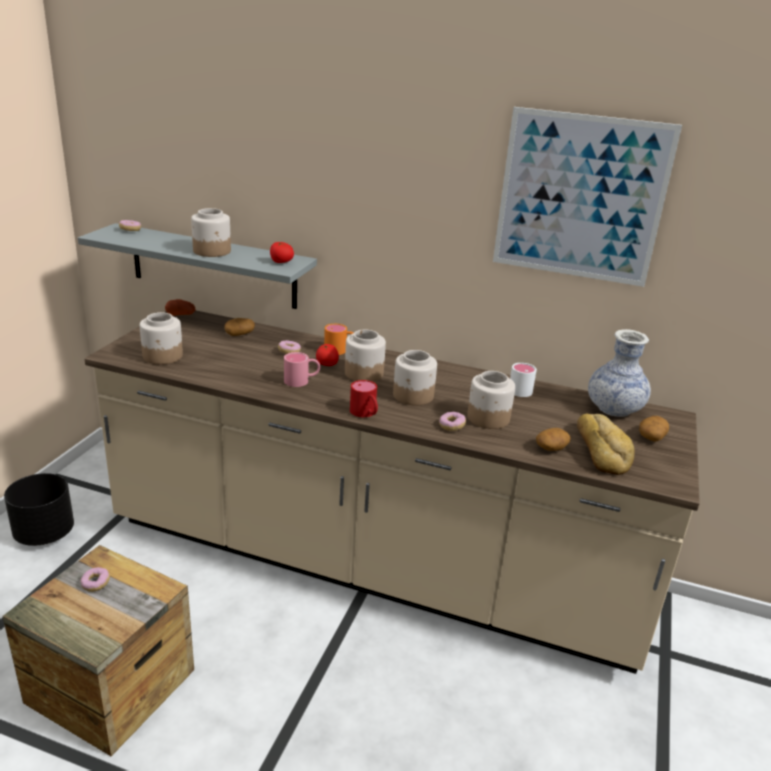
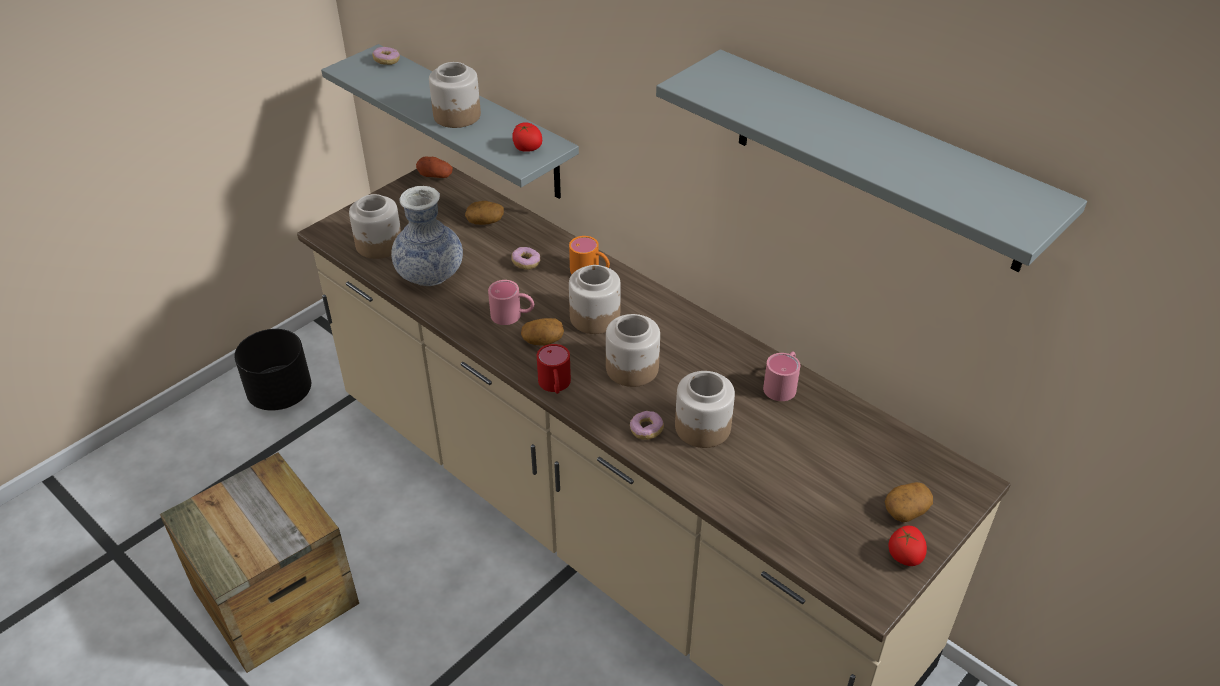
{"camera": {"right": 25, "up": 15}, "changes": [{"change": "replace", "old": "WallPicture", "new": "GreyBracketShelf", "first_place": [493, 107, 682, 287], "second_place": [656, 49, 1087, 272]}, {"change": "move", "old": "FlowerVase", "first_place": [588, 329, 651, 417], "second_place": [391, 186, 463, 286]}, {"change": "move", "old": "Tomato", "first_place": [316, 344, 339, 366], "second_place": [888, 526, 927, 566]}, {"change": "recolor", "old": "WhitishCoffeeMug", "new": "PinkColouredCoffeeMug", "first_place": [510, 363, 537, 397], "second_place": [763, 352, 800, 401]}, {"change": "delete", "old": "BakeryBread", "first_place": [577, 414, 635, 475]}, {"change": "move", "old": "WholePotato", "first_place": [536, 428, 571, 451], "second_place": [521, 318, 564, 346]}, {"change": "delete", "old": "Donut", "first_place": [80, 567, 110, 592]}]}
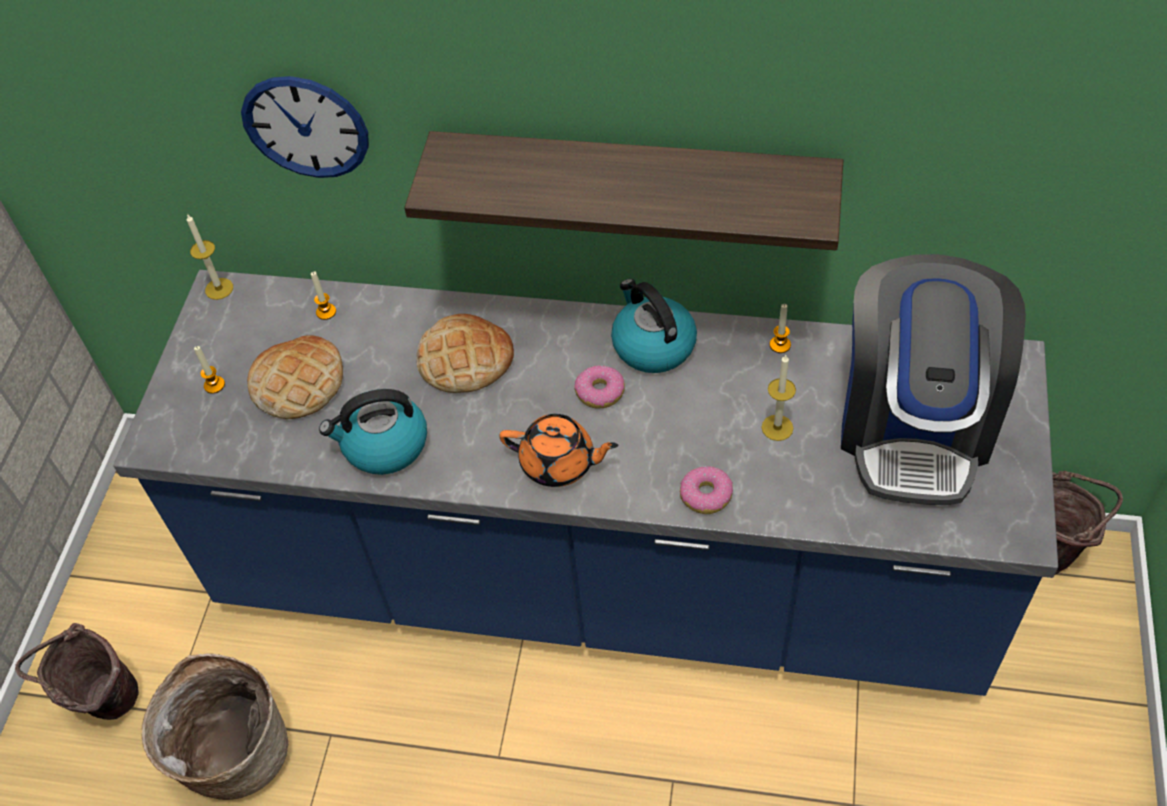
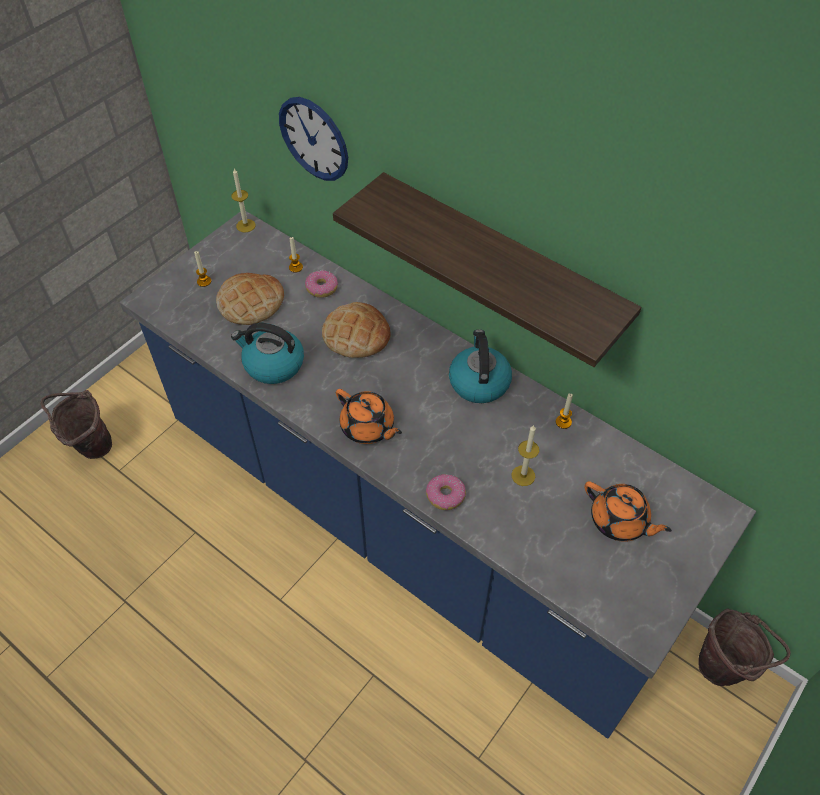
{"camera": {"right": 25, "up": 0}, "changes": [{"change": "replace", "old": "CoffeeMachine", "new": "OrangeColouredPotForTea", "first_place": [841, 254, 1026, 505], "second_place": [584, 481, 672, 542]}, {"change": "move", "old": "Donut", "first_place": [574, 365, 625, 409], "second_place": [305, 270, 338, 298]}, {"change": "delete", "old": "Basket", "first_place": [142, 654, 288, 800]}]}
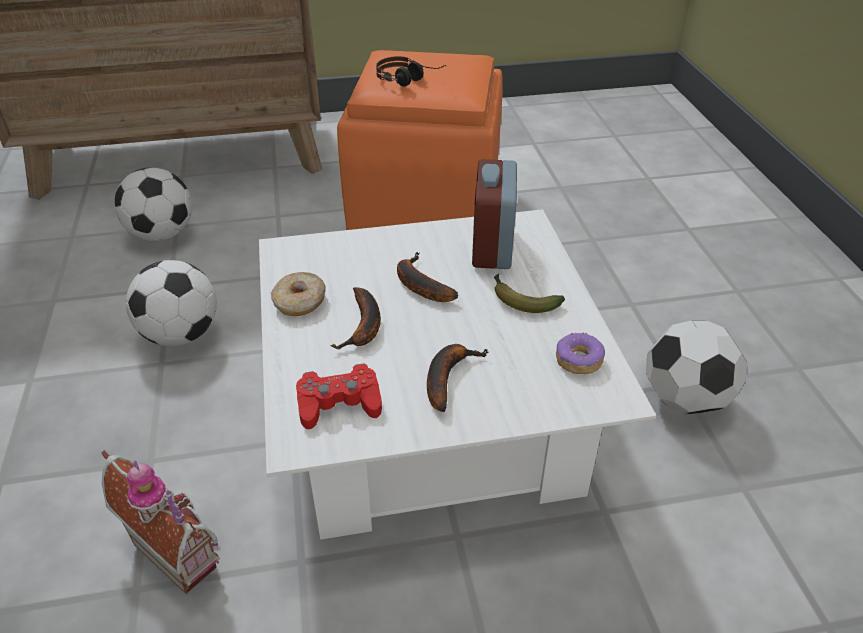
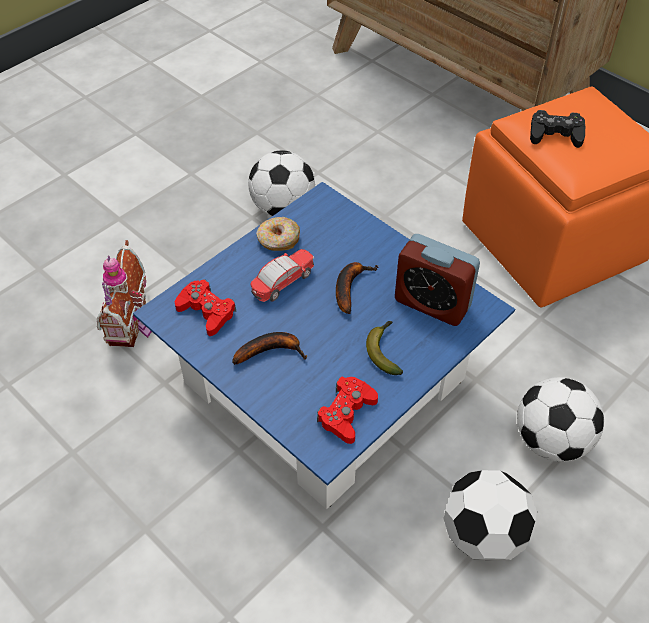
{"camera": {"right": 55, "up": 10}, "changes": [{"change": "replace", "old": "Headphones", "new": "BlackJoypad", "first_place": [376, 56, 447, 86], "second_place": [530, 110, 586, 148]}, {"change": "rotate", "old": "TableClock", "first_place": [472, 159, 517, 269], "second_place": [395, 234, 480, 326], "degrees": -120}, {"change": "move", "old": "BallForFootball", "first_place": [114, 167, 192, 241], "second_place": [517, 377, 604, 462]}, {"change": "recolor", "old": "WhitishCoffeeTable", "new": "BluishCoffeeTable", "first_place": [259, 209, 657, 540], "second_place": [133, 182, 515, 509]}, {"change": "replace", "old": "BananaFruit", "new": "ToyCar", "first_place": [331, 287, 381, 349], "second_place": [250, 249, 314, 302]}, {"change": "replace", "old": "Donut", "new": "RedColouredJoypad", "first_place": [556, 332, 605, 374], "second_place": [317, 377, 378, 444]}]}
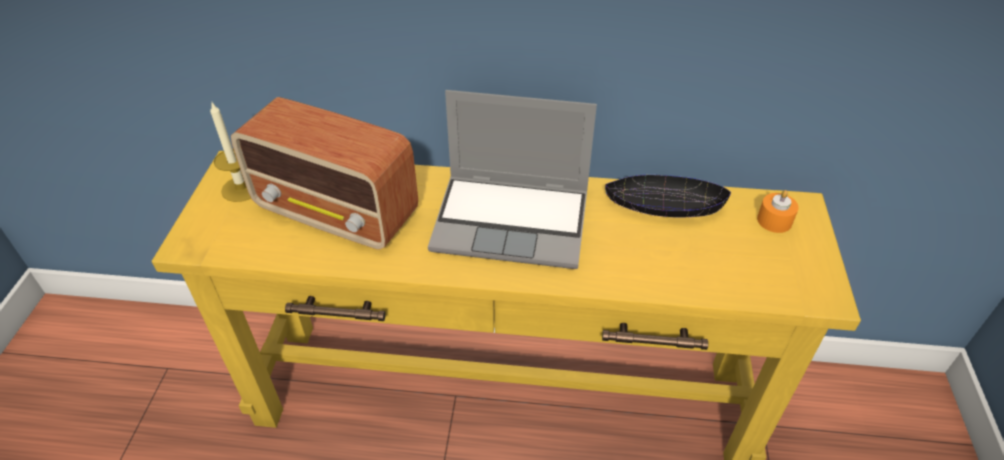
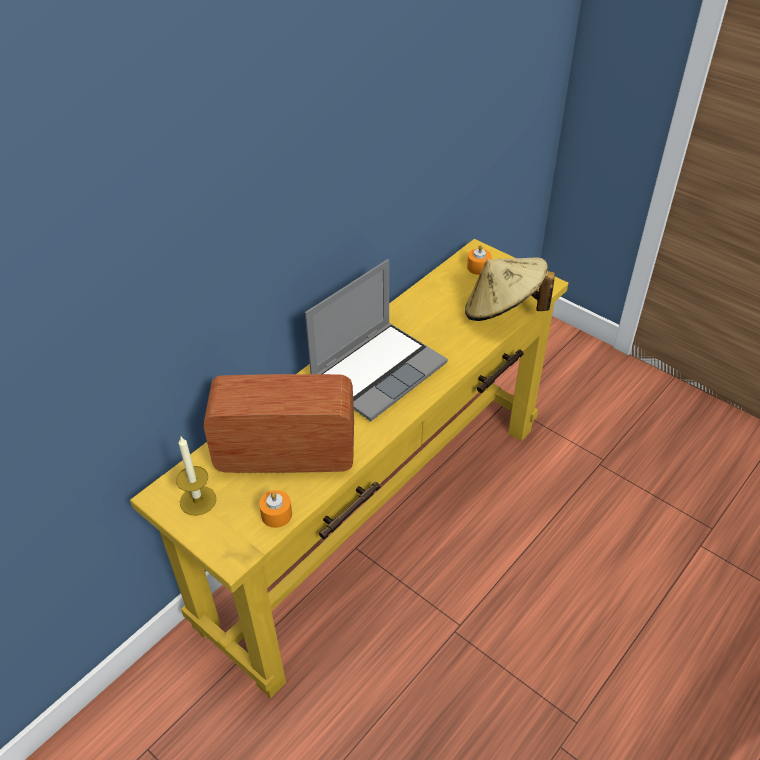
{"camera": {"right": -55, "up": 0}, "changes": [{"change": "rotate", "old": "Radio", "first_place": [231, 97, 418, 249], "second_place": [204, 374, 354, 473], "degrees": -150}, {"change": "delete", "old": "BlackDeepDish", "first_place": [605, 175, 731, 218]}, {"change": "insert", "new": "BeigeColouredHat", "second_place": [465, 257, 555, 321]}, {"change": "insert", "new": "OrangeColouredWaxCandle", "second_place": [259, 490, 292, 528]}]}
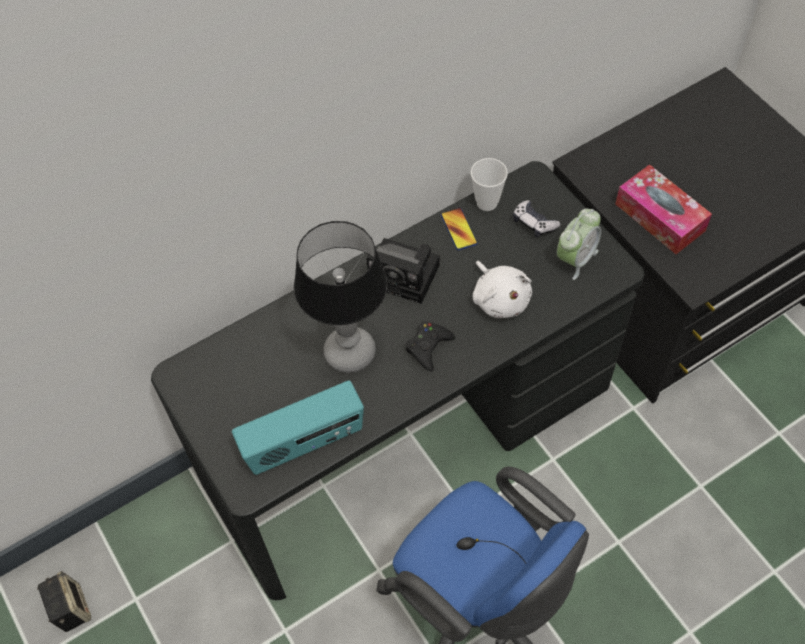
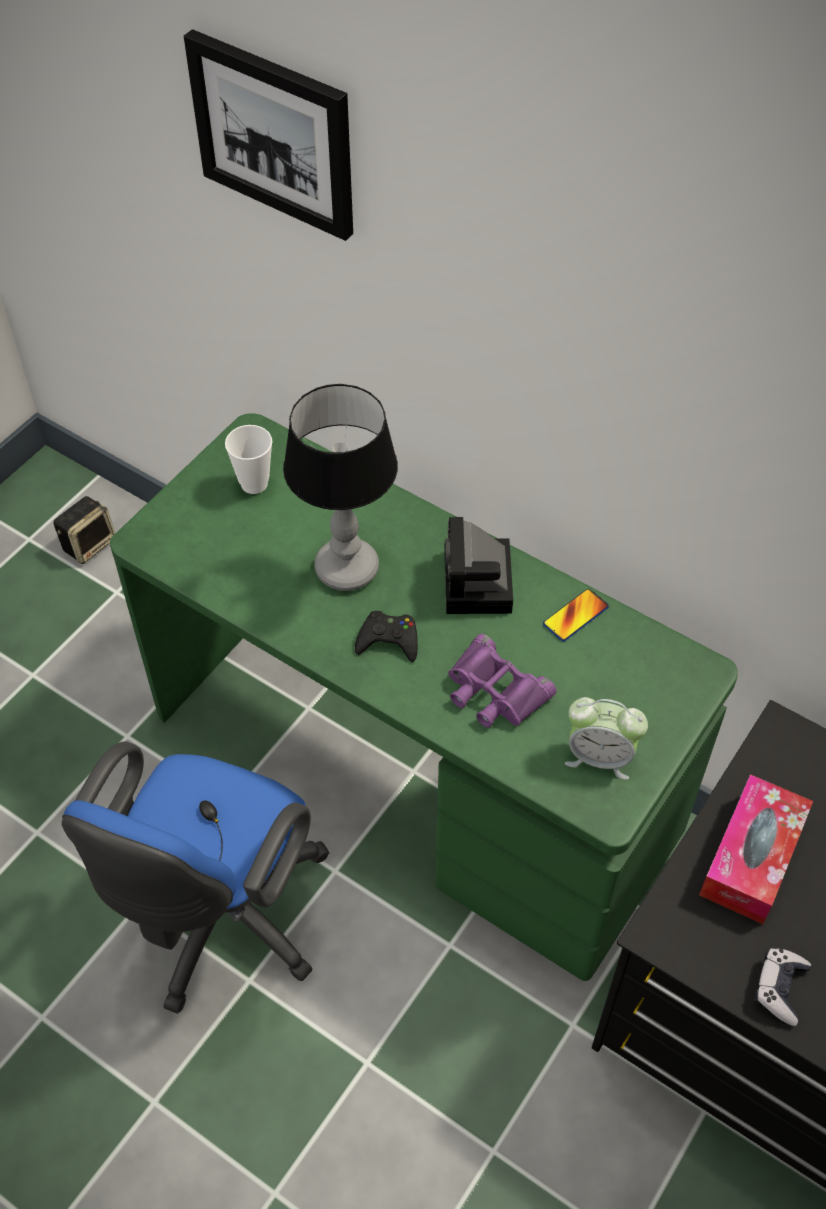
{"camera": {"right": 65, "up": -5}, "changes": [{"change": "move", "old": "SmallCup", "first_place": [471, 158, 508, 211], "second_place": [225, 425, 272, 494]}, {"change": "recolor", "old": "BlackDeskUnit", "new": "GreenishDeskUnit", "first_place": [151, 161, 644, 600], "second_place": [110, 413, 738, 981]}, {"change": "move", "old": "Joypad", "first_place": [513, 200, 561, 237], "second_place": [754, 949, 811, 1026]}, {"change": "replace", "old": "WhitishCuddlyToy", "new": "PurplishFieldGlasses", "first_place": [473, 261, 532, 318], "second_place": [448, 634, 556, 728]}, {"change": "delete", "old": "Radio", "first_place": [232, 380, 364, 475]}, {"change": "insert", "new": "WallPicture", "second_place": [184, 29, 353, 241]}]}
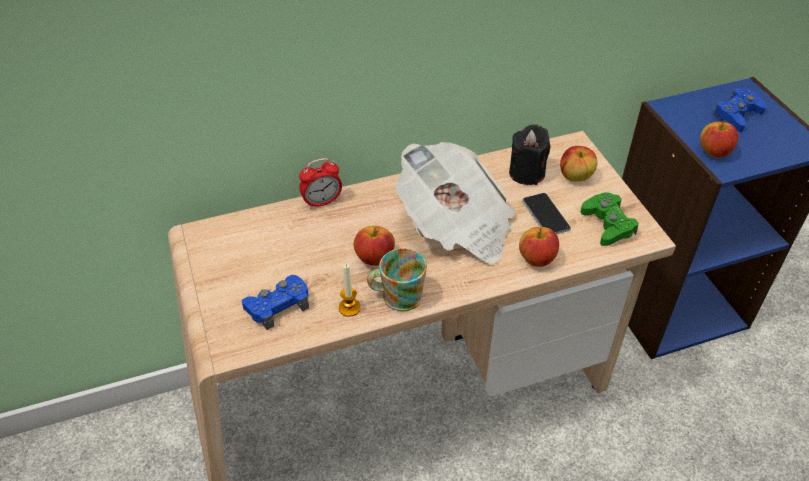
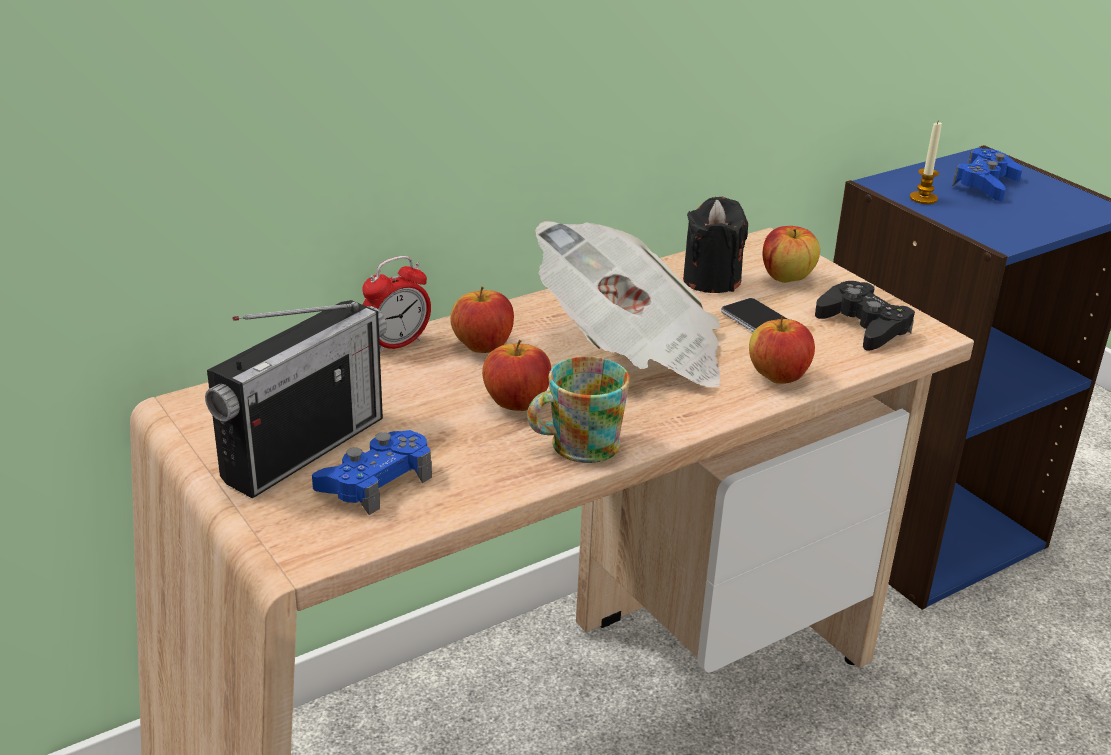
{"camera": {"right": -15, "up": -15}, "changes": [{"change": "move", "old": "AppleFruit", "first_place": [700, 121, 738, 158], "second_place": [450, 286, 514, 353]}, {"change": "recolor", "old": "GreenishJoypad", "new": "BlackJoypad", "first_place": [581, 192, 639, 246], "second_place": [815, 281, 915, 351]}, {"change": "move", "old": "WaxCandle", "first_place": [339, 264, 361, 317], "second_place": [910, 122, 942, 204]}, {"change": "insert", "new": "Radio", "second_place": [205, 300, 387, 498]}]}
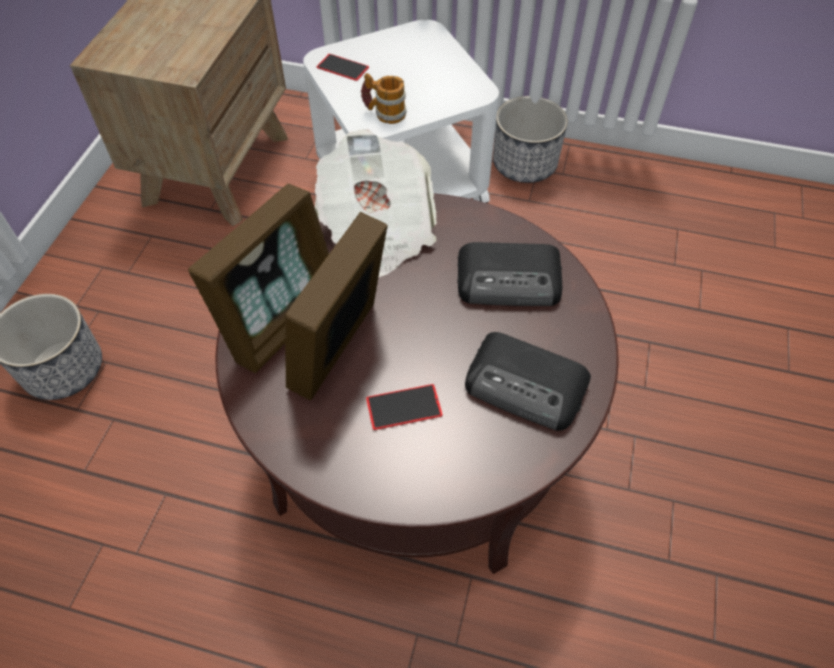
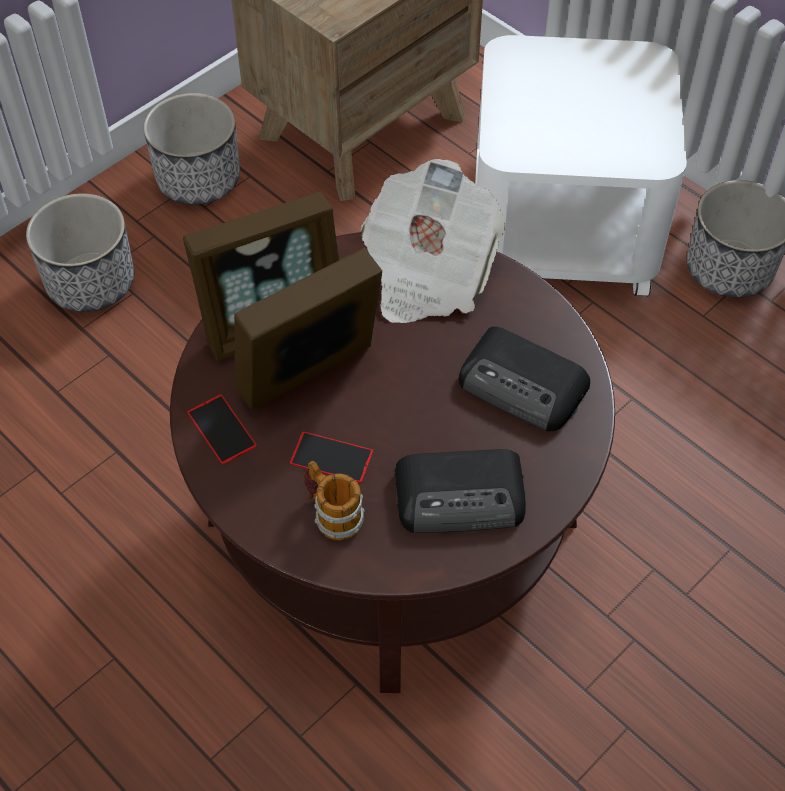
{"camera": {"right": 30, "up": 0}, "changes": [{"change": "move", "old": "Telephone", "first_place": [316, 54, 369, 81], "second_place": [187, 394, 257, 465]}, {"change": "move", "old": "CoffeeMug", "first_place": [361, 73, 407, 124], "second_place": [304, 461, 365, 541]}, {"change": "rotate", "old": "Radio", "first_place": [465, 332, 591, 431], "second_place": [395, 449, 526, 533], "degrees": -60}, {"change": "insert", "new": "Planter", "second_place": [143, 93, 240, 205]}]}
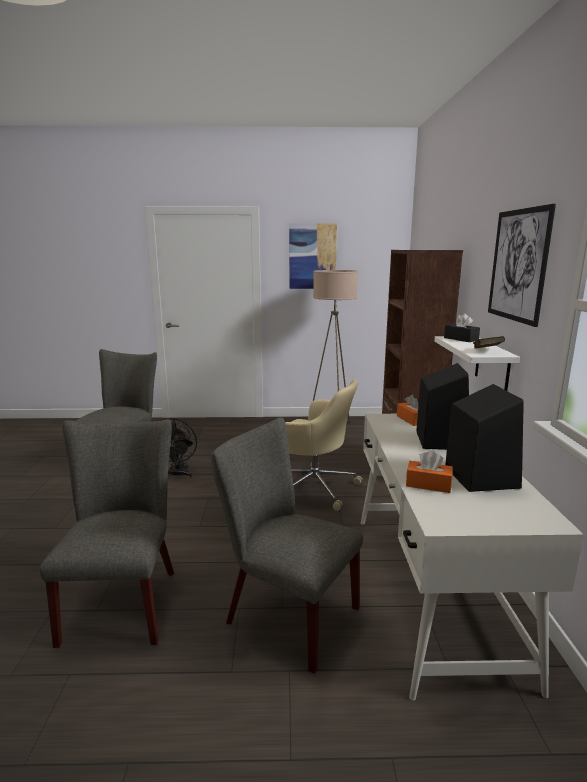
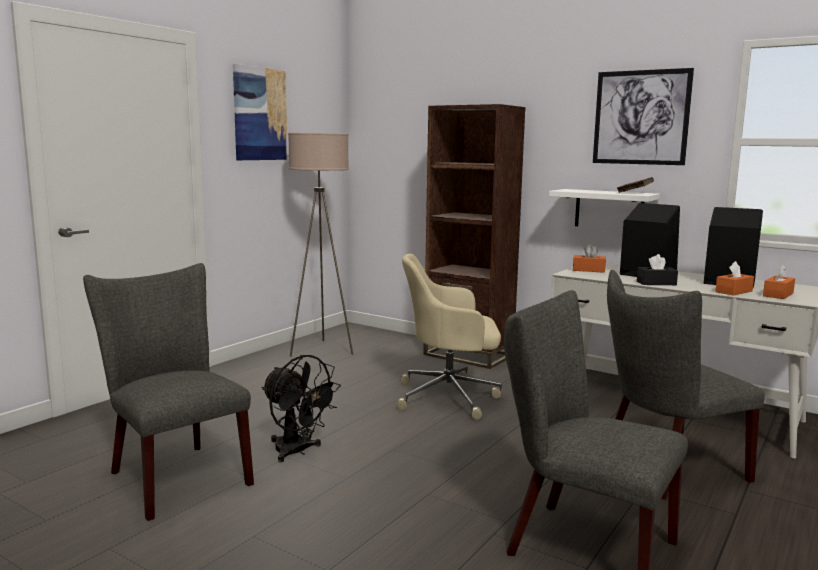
{"camera": {"right": -55, "up": -5}, "changes": [{"change": "move", "old": "BlackBoxOfTissues", "first_place": [444, 314, 480, 342], "second_place": [637, 254, 678, 285]}, {"change": "rotate", "old": "BeigeColouredDeskChair", "first_place": [285, 380, 362, 511], "second_place": [397, 254, 502, 420], "degrees": -150}, {"change": "insert", "new": "OrangeColouredBoxOfTissues", "second_place": [763, 264, 795, 299]}]}
